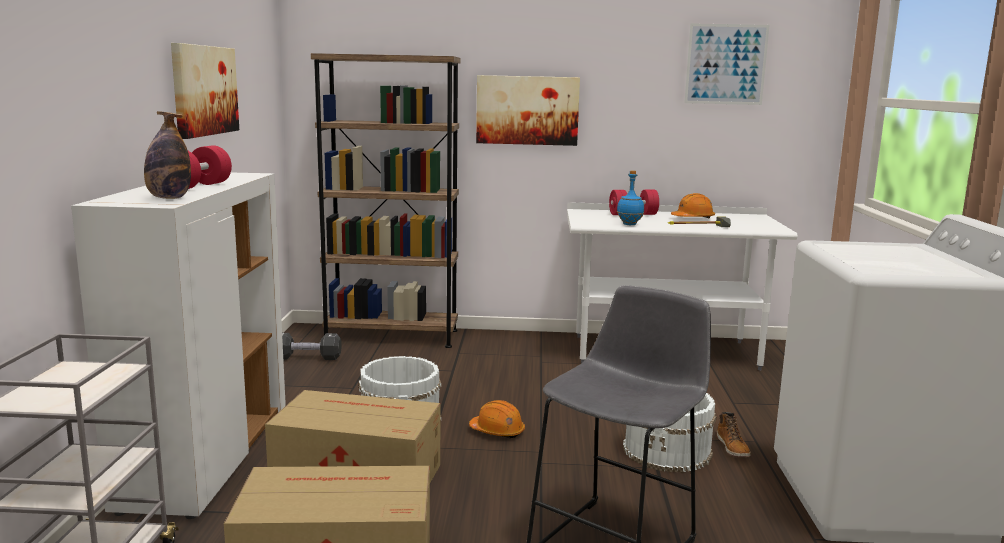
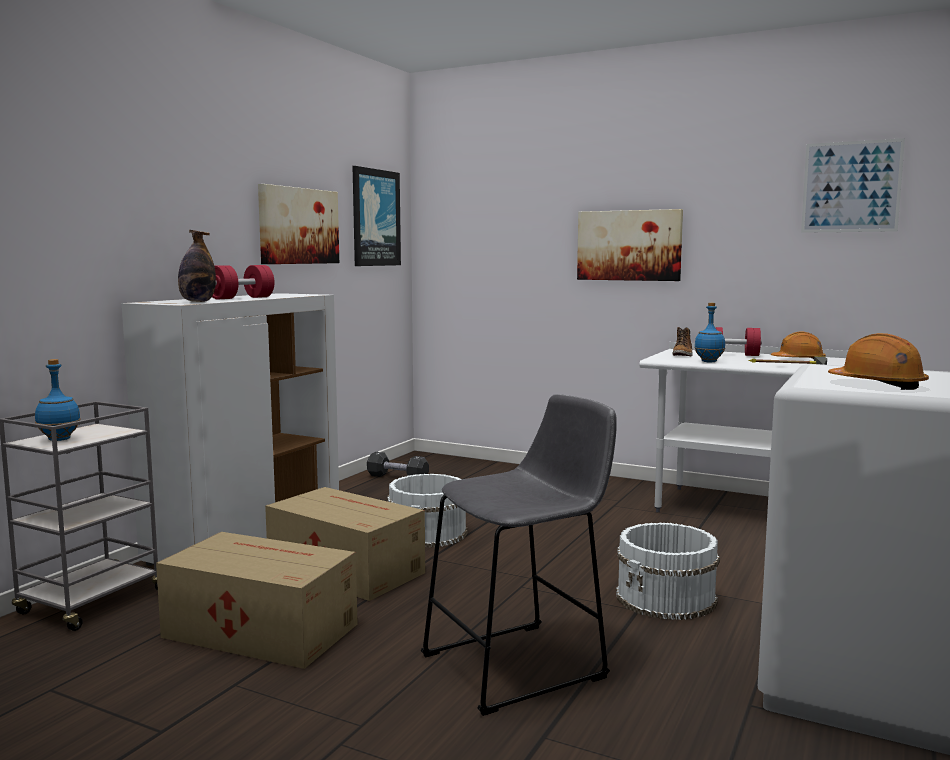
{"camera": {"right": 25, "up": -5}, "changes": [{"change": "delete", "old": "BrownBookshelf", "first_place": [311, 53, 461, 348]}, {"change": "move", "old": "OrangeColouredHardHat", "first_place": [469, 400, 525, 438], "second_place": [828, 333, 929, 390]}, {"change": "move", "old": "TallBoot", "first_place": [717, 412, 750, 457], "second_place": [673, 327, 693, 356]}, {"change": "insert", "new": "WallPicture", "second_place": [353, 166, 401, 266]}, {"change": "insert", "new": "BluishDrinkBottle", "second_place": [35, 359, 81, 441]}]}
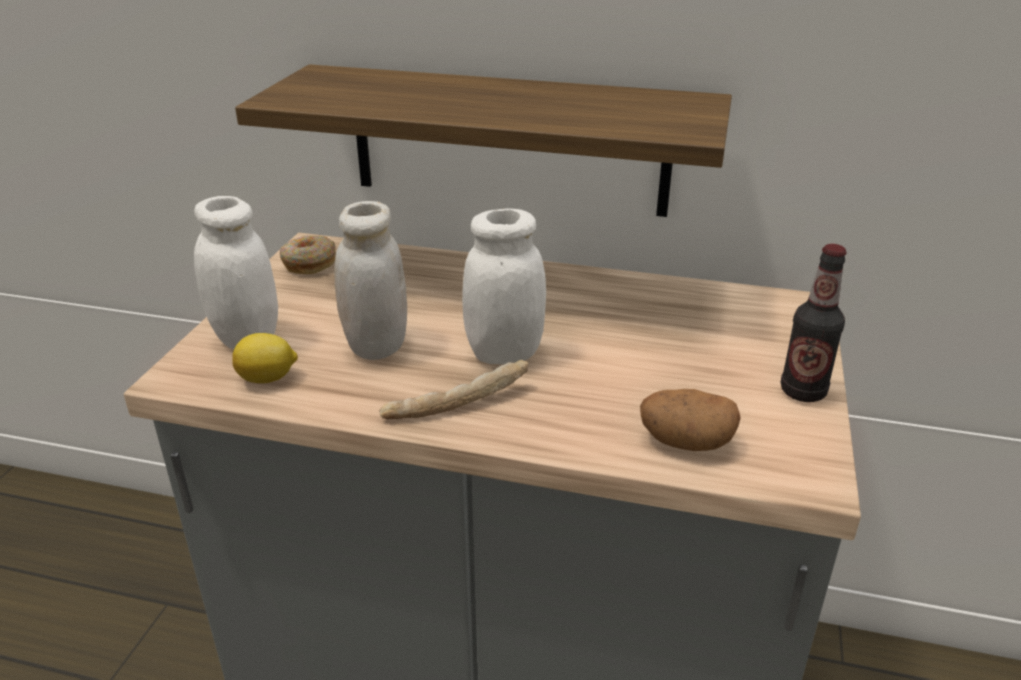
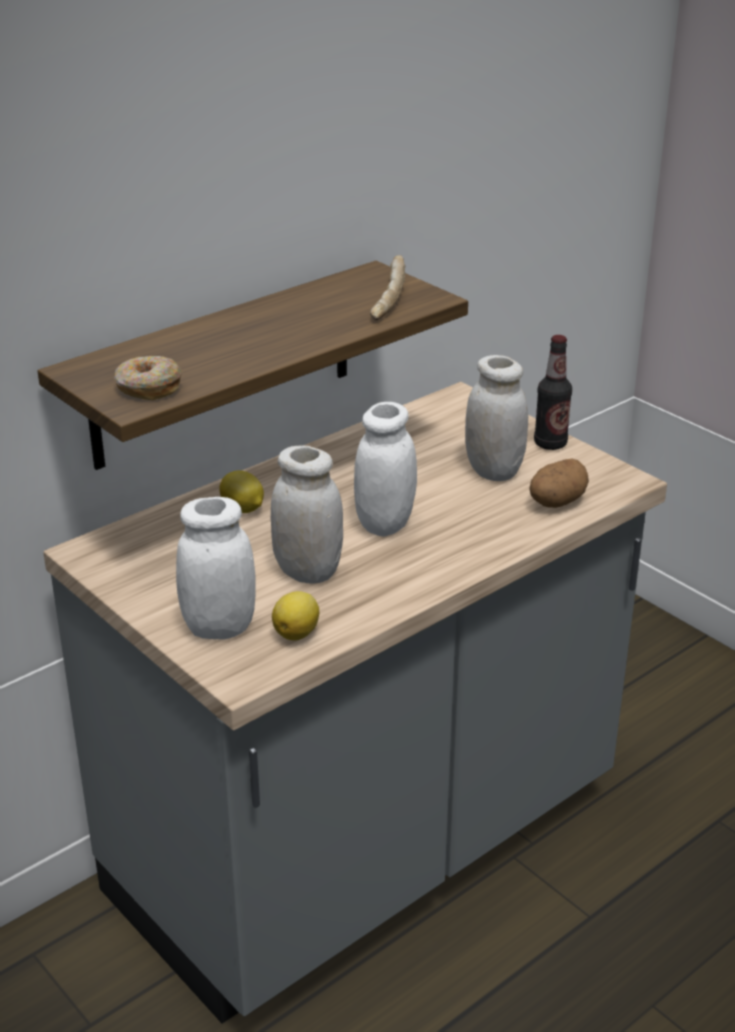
{"camera": {"right": -55, "up": 0}, "changes": [{"change": "move", "old": "Donut", "first_place": [280, 235, 336, 274], "second_place": [114, 356, 182, 400]}, {"change": "move", "old": "BakeryBread", "first_place": [379, 360, 528, 419], "second_place": [370, 255, 405, 320]}, {"change": "insert", "new": "WhitishStorageJar", "second_place": [465, 355, 528, 481]}, {"change": "insert", "new": "CitrusFruit", "second_place": [219, 470, 264, 513]}]}
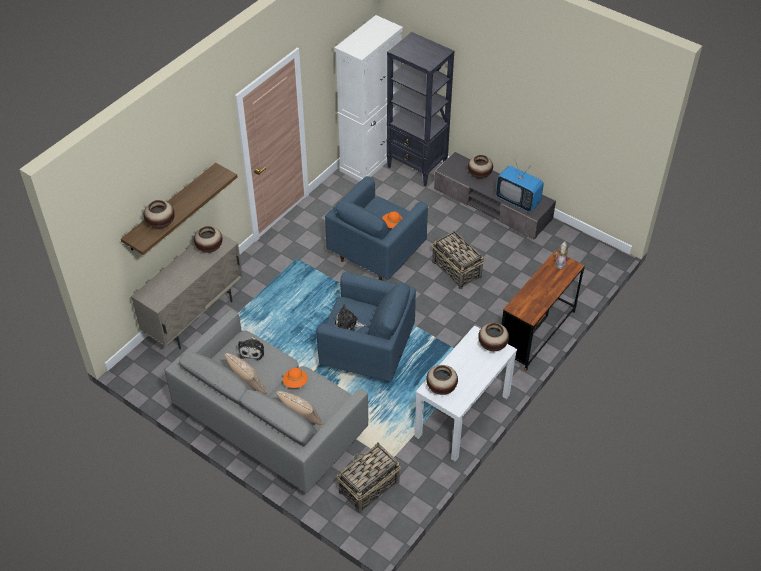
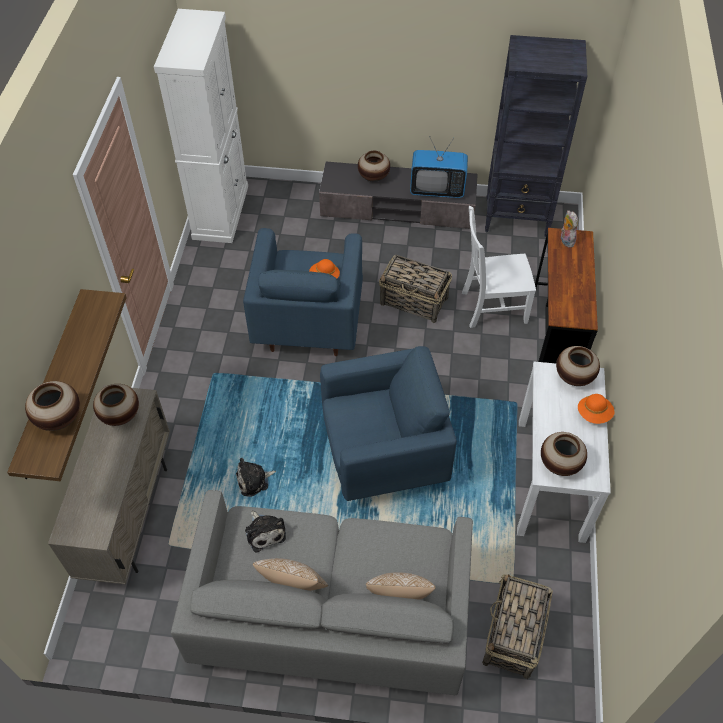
{"camera": {"right": -30, "up": 5}, "changes": [{"change": "move", "old": "BlackBookshelf", "first_place": [386, 32, 454, 187], "second_place": [485, 35, 587, 237]}, {"change": "move", "old": "CuddlyToy", "first_place": [335, 304, 366, 331], "second_place": [236, 458, 276, 497]}, {"change": "move", "old": "OrangeColouredHat", "first_place": [283, 368, 307, 388], "second_place": [578, 394, 615, 424]}, {"change": "insert", "new": "WhitishUprightChair", "second_place": [462, 206, 536, 328]}]}
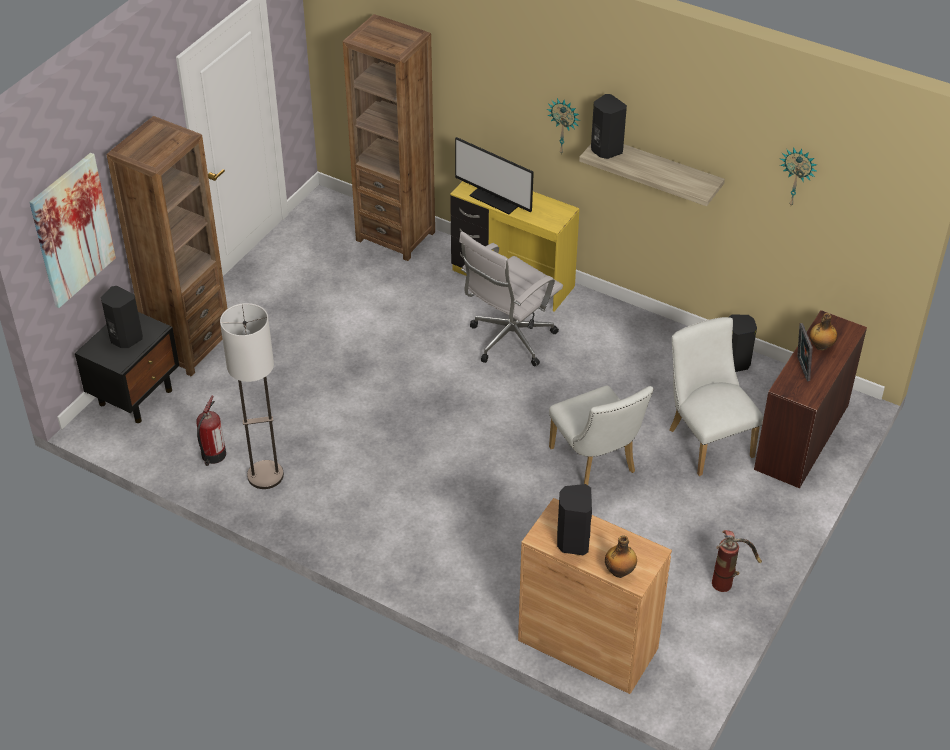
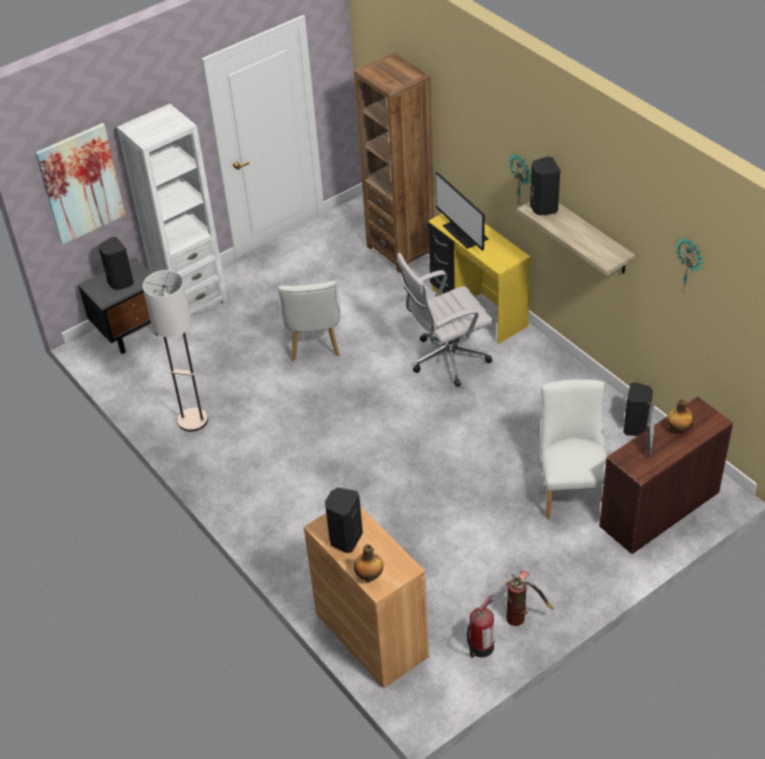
{"camera": {"right": 25, "up": 0}, "changes": [{"change": "recolor", "old": "BrownBookshelf", "new": "WhitishBookshelf", "first_place": [106, 116, 228, 377], "second_place": [117, 104, 228, 316]}, {"change": "move", "old": "WhitishUprightChair", "first_place": [549, 386, 653, 485], "second_place": [278, 281, 340, 361]}, {"change": "move", "old": "Extinguisher", "first_place": [196, 396, 226, 466], "second_place": [467, 595, 494, 658]}]}
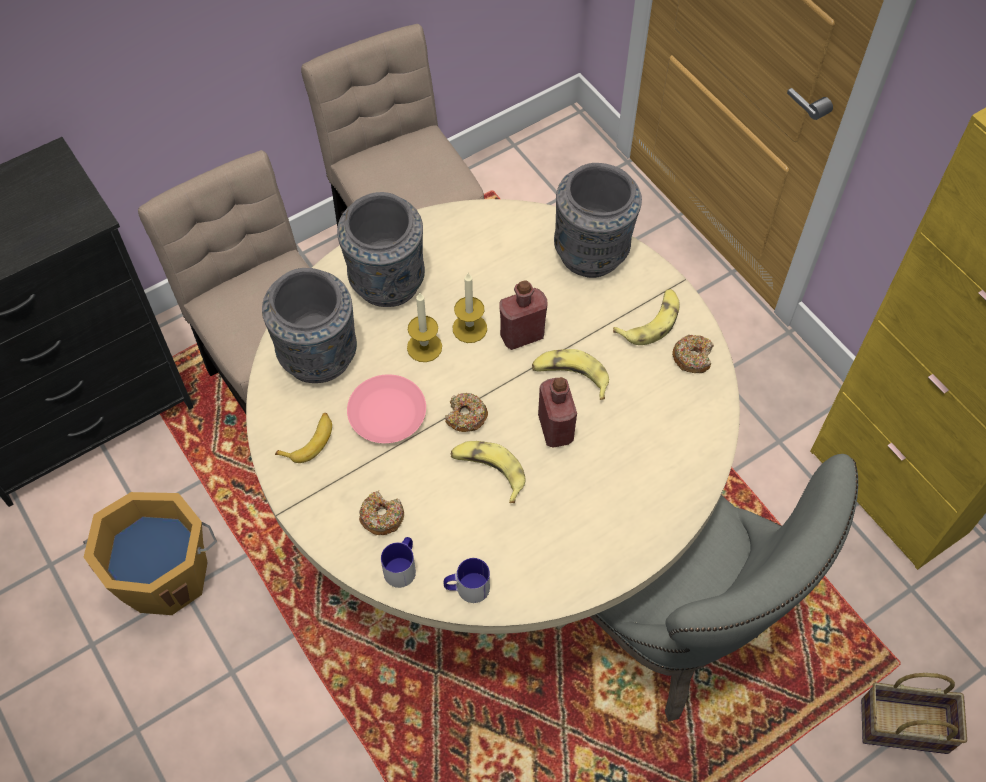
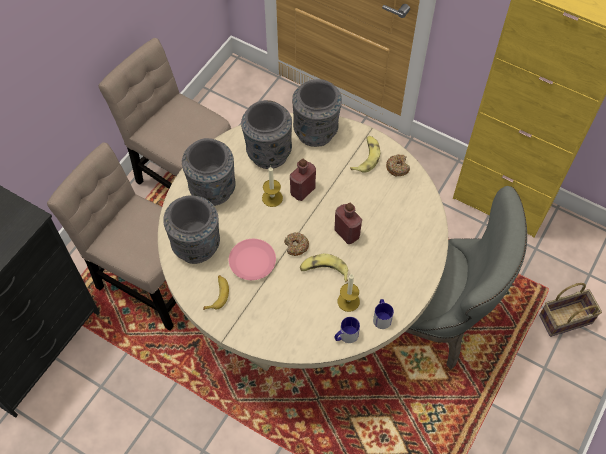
{"camera": {"right": -25, "up": 0}, "changes": [{"change": "move", "old": "WaxCandle", "first_place": [407, 292, 442, 362], "second_place": [338, 274, 360, 312]}, {"change": "delete", "old": "BananaFruit", "first_place": [532, 349, 609, 400]}, {"change": "delete", "old": "Donut", "first_place": [359, 491, 404, 535]}, {"change": "delete", "old": "OrangeColouredBucket", "first_place": [83, 492, 217, 615]}, {"change": "move", "old": "CoffeeMug", "first_place": [381, 537, 416, 588], "second_place": [373, 299, 394, 329]}, {"change": "insert", "new": "GreyFlowerVase", "second_place": [241, 100, 292, 169]}]}
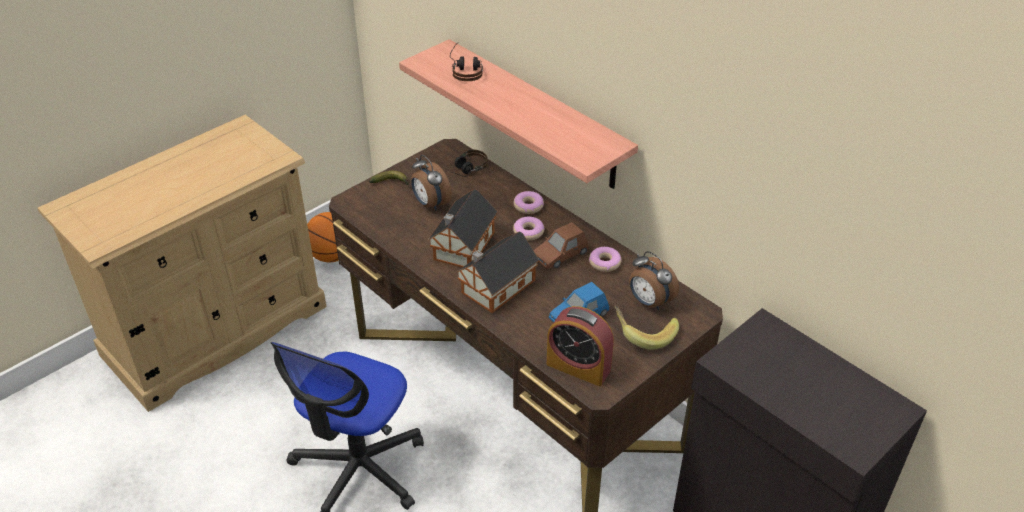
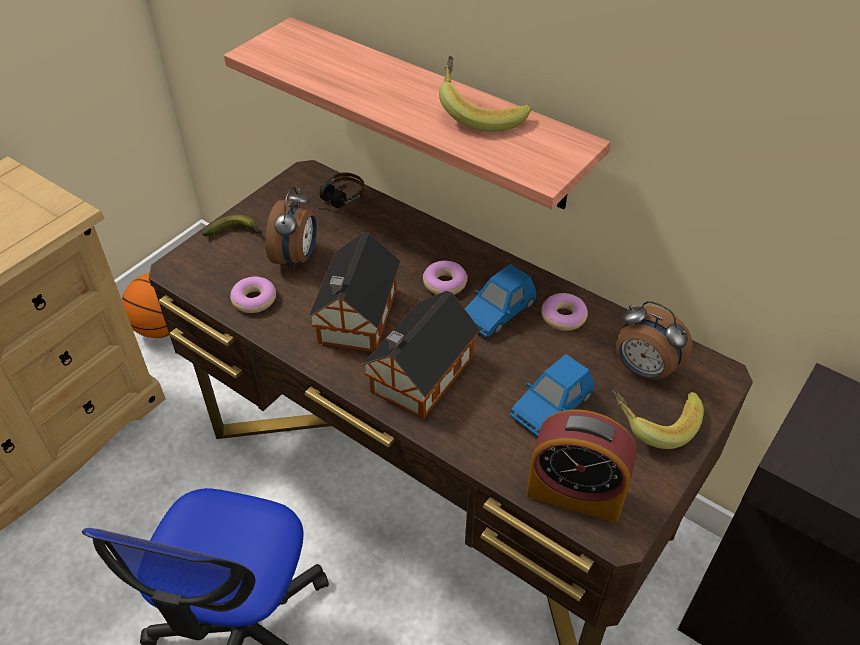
{"camera": {"right": -10, "up": 5}, "changes": [{"change": "delete", "old": "Headphones", "first_place": [450, 43, 483, 81]}, {"change": "rotate", "old": "TableClock", "first_place": [411, 155, 452, 211], "second_place": [265, 186, 317, 270], "degrees": -120}, {"change": "move", "old": "Donut", "first_place": [514, 191, 544, 214], "second_place": [230, 277, 276, 313]}, {"change": "recolor", "old": "BrownToyCar", "new": "BluishToyCar", "first_place": [534, 222, 588, 269], "second_place": [464, 264, 536, 337]}, {"change": "insert", "new": "BananaFruit", "second_place": [439, 56, 531, 132]}]}
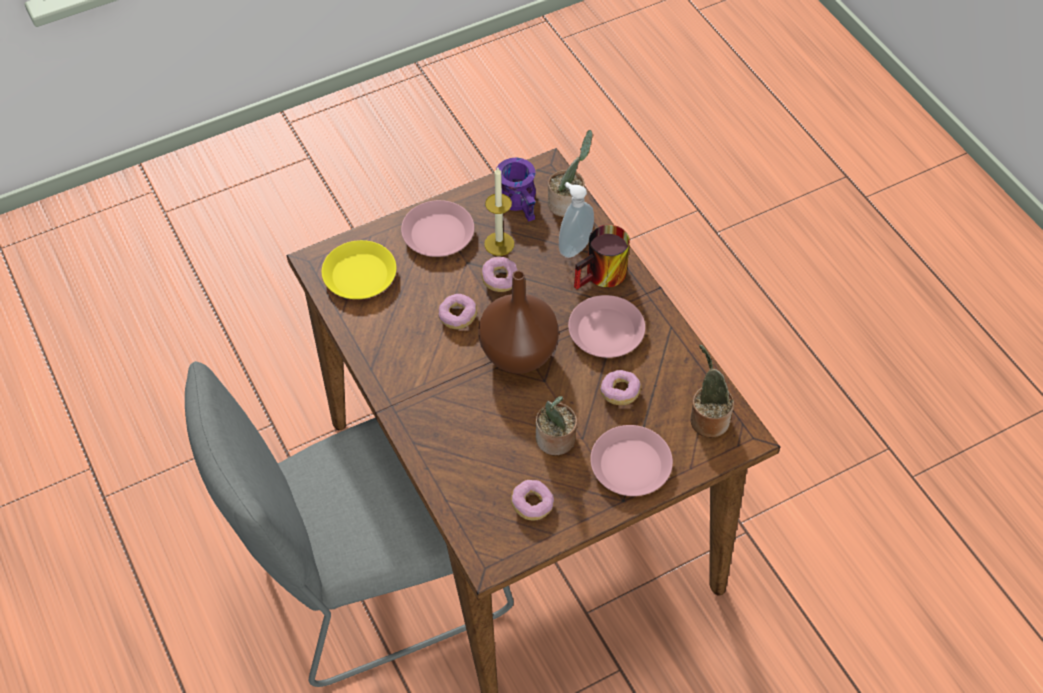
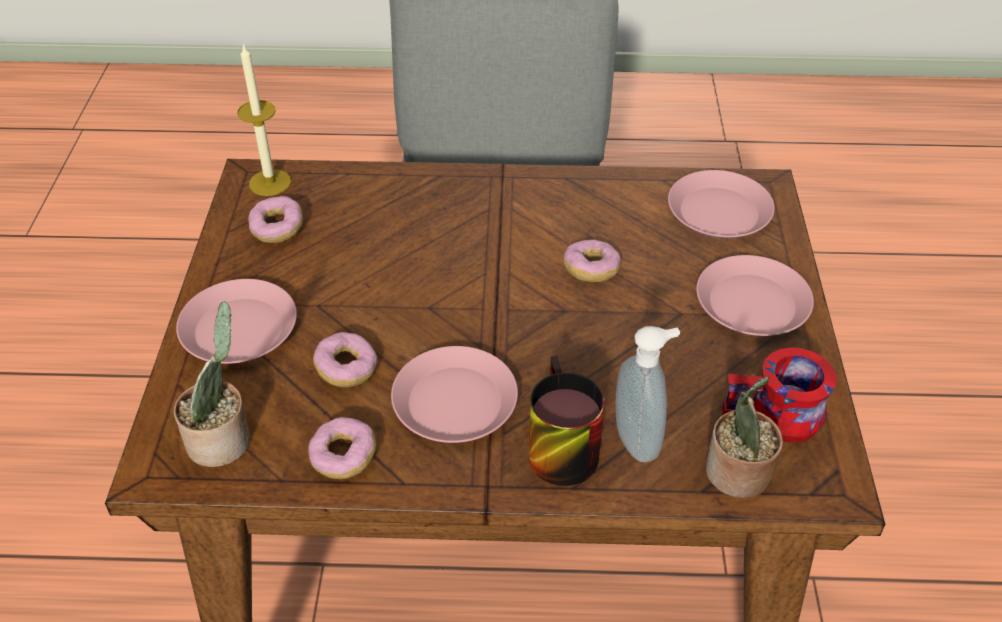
{"camera": {"right": 120, "up": -10}, "changes": [{"change": "recolor", "old": "PurplishCoffeeMug", "new": "RedColouredCoffeeMug", "first_place": [496, 157, 536, 222], "second_place": [722, 347, 837, 443]}, {"change": "move", "old": "WaxCandle", "first_place": [484, 168, 514, 256], "second_place": [237, 43, 291, 196]}, {"change": "recolor", "old": "YellowColouredPlate", "new": "PinkColouredPlate", "first_place": [322, 240, 396, 299], "second_place": [668, 170, 775, 239]}, {"change": "move", "old": "Donut", "first_place": [482, 257, 518, 292], "second_place": [308, 417, 376, 479]}, {"change": "delete", "old": "BrownFlowerVase", "first_place": [478, 270, 559, 374]}, {"change": "delete", "old": "Houseplant", "first_place": [536, 396, 577, 456]}]}
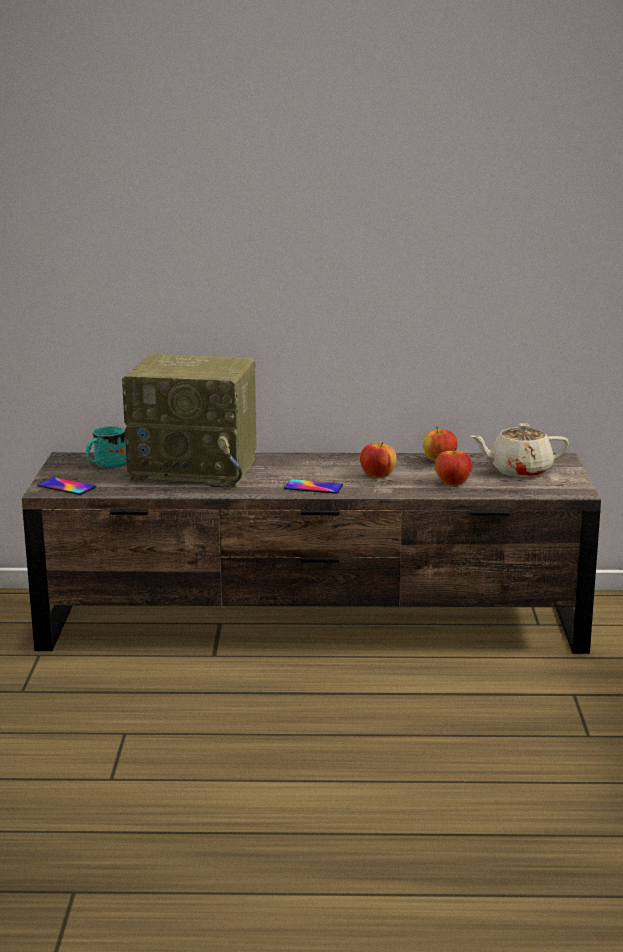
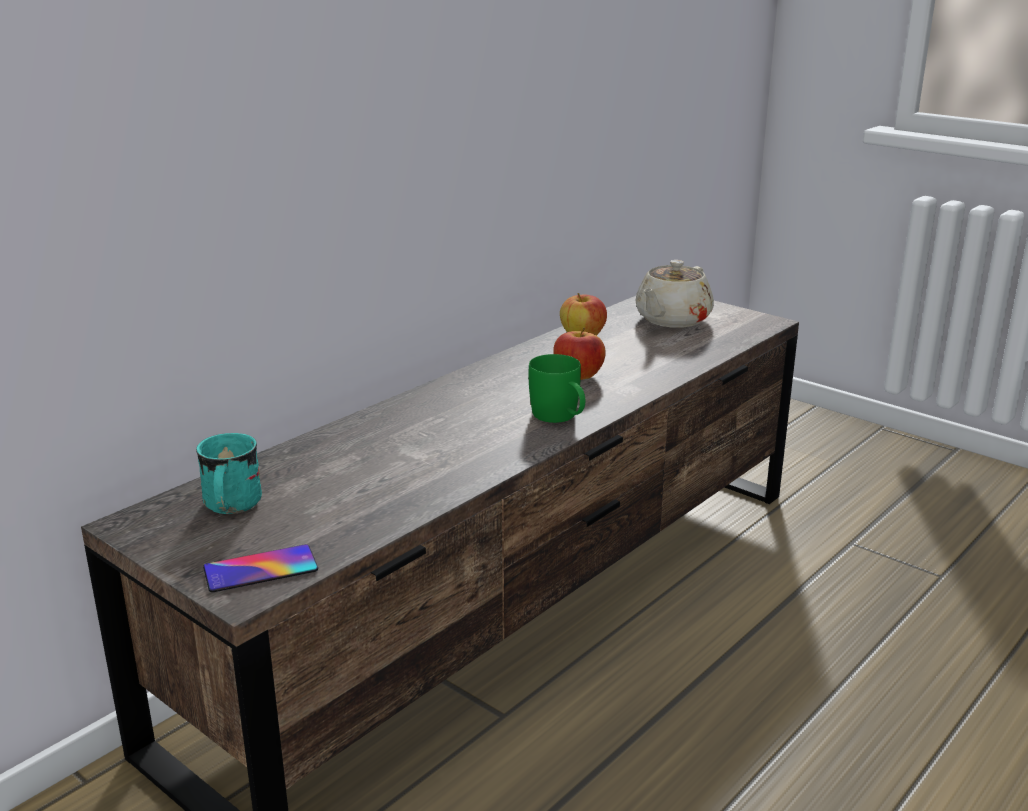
{"camera": {"right": -50, "up": 5}, "changes": [{"change": "delete", "old": "Radio", "first_place": [122, 354, 257, 487]}, {"change": "delete", "old": "AppleFruit", "first_place": [435, 447, 472, 486]}, {"change": "replace", "old": "Telephone", "new": "GreenishCoffeeMug", "first_place": [284, 479, 343, 494], "second_place": [529, 354, 585, 423]}]}
